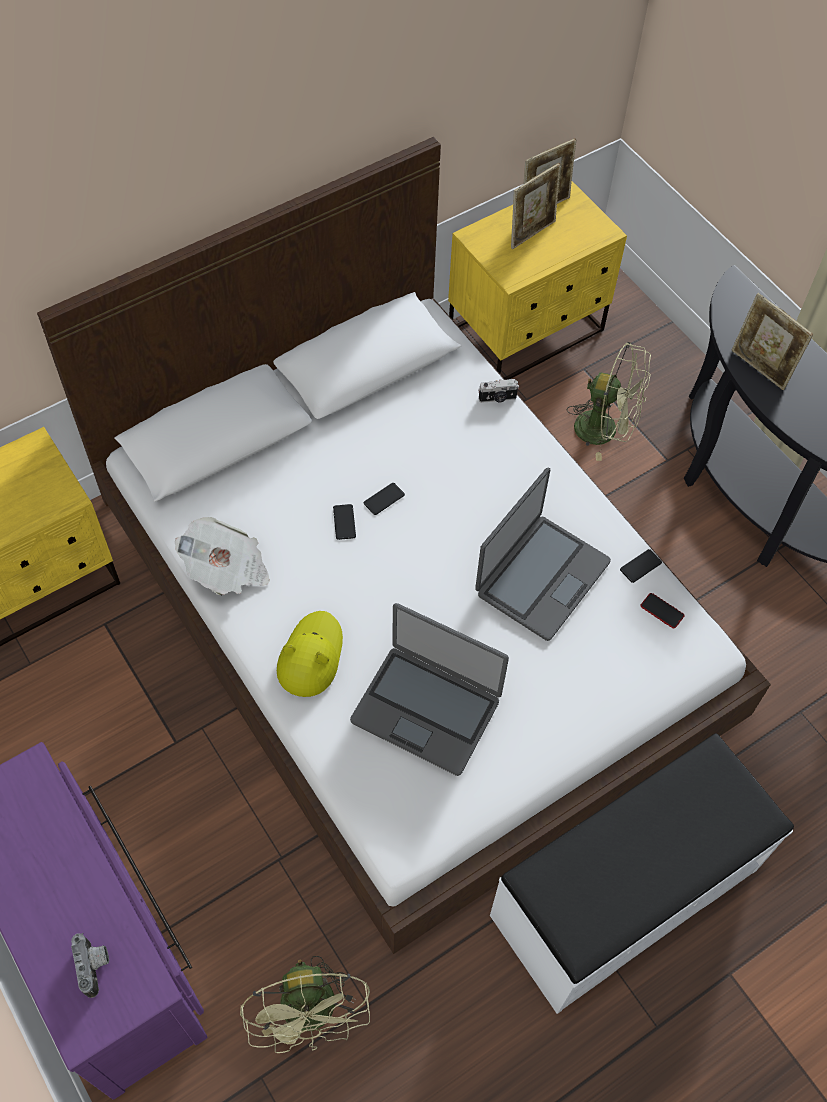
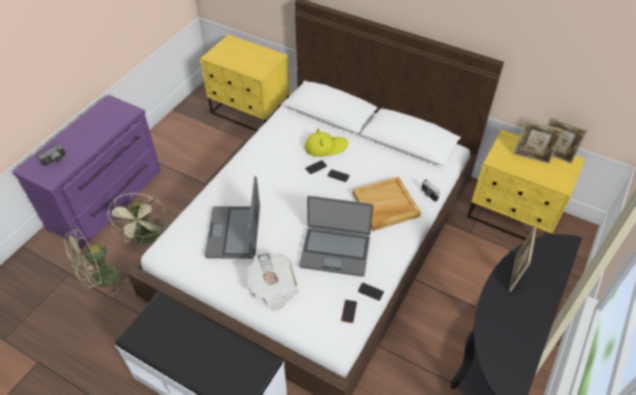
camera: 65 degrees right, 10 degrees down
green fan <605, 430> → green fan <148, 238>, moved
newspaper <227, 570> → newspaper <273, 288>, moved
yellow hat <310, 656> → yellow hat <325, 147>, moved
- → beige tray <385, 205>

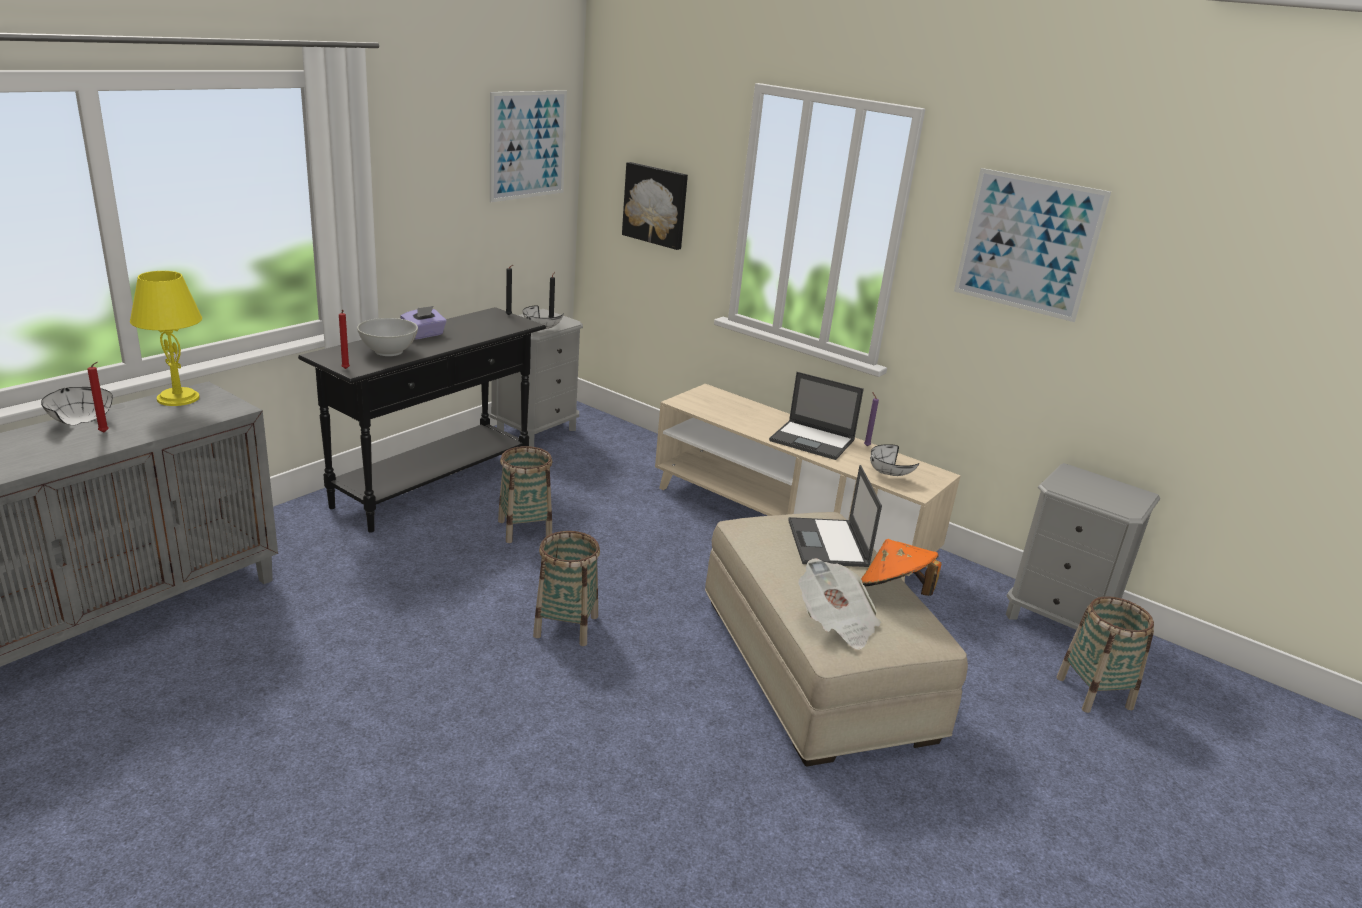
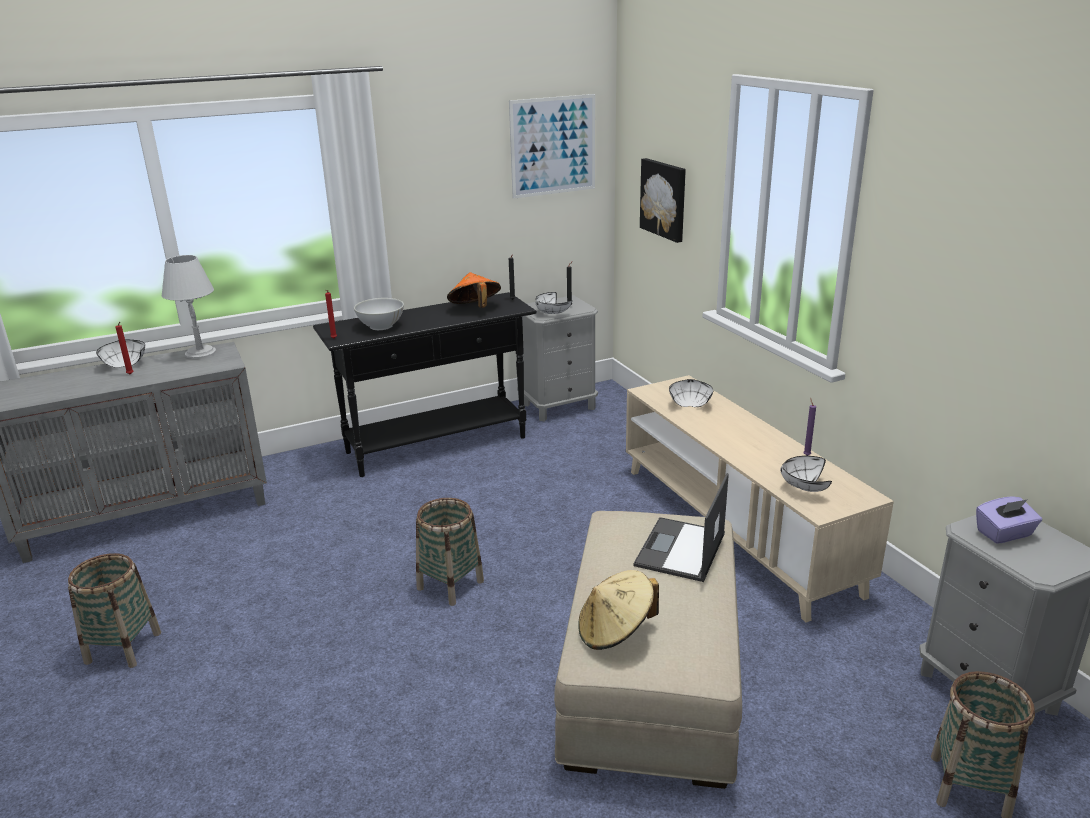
camera: 30 degrees right, 0 degrees up
basket <524, 529> → basket <123, 647>, moved
yellow table lamp <179, 398> → grey table lamp <201, 353>
orange hat <894, 591> → orange hat <475, 309>, moved
newspaper <836, 623> → beige hat <615, 631>
- → white bowl <689, 404>
purple tissue box <424, 335> → purple tissue box <1004, 534>, moved
laptop <813, 441> → -
picture <1028, 244> → -

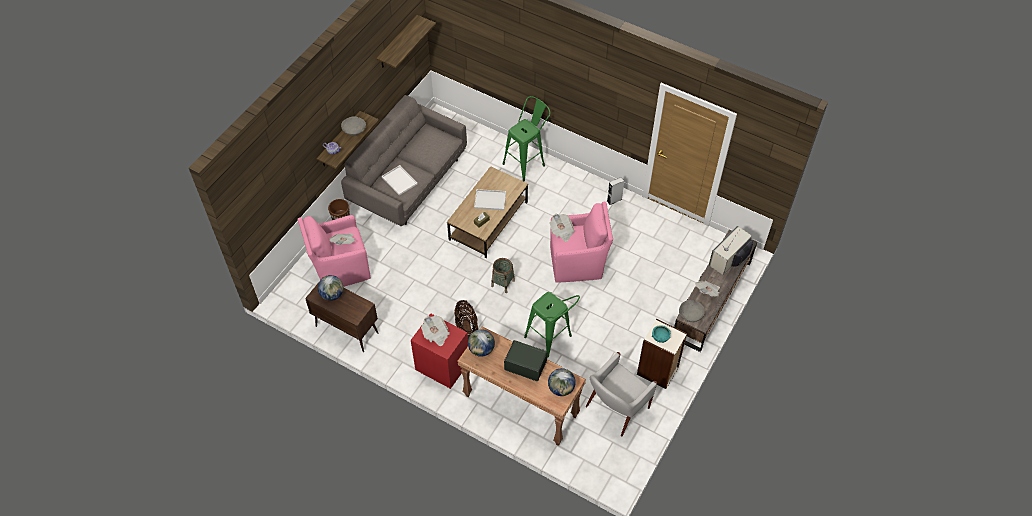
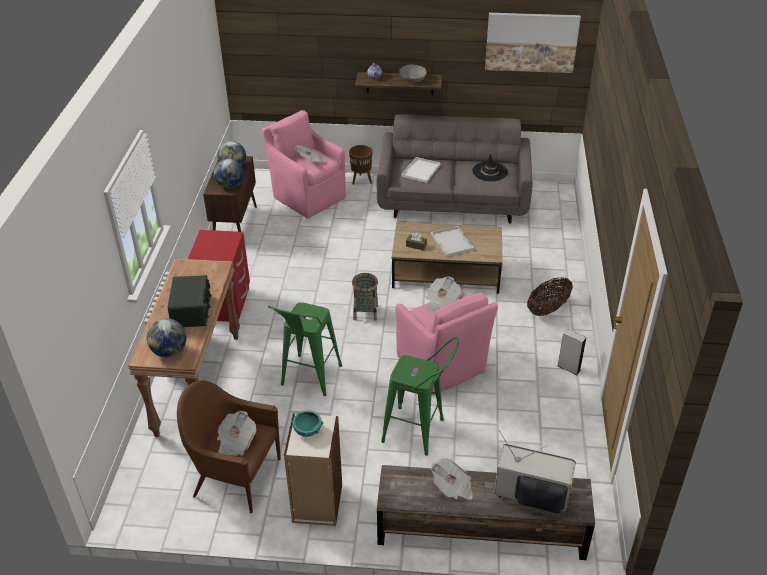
camera: 65 degrees right, 15 degrees down
white armchair <616, 408> → brown armchair <235, 476>
globe <481, 349> → globe <230, 186>, moved
newspaper <436, 334> → newspaper <236, 442>, moved
green stool <527, 162> → green stool <419, 433>, moved
- → black hat <490, 172>
shelf <397, 43> → picture <531, 42>
basket <466, 327> → basket <548, 309>, moved
grey bowl <690, 314> → -

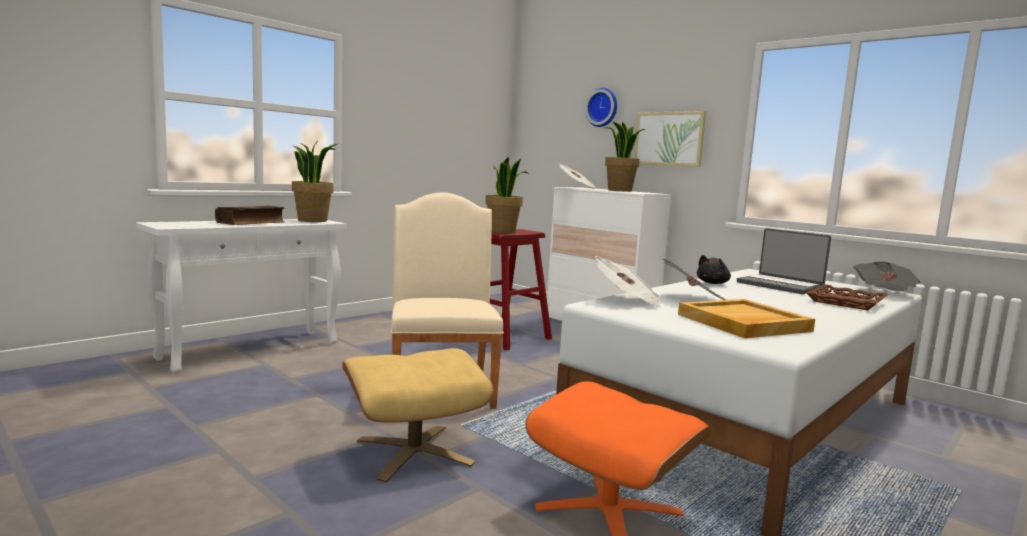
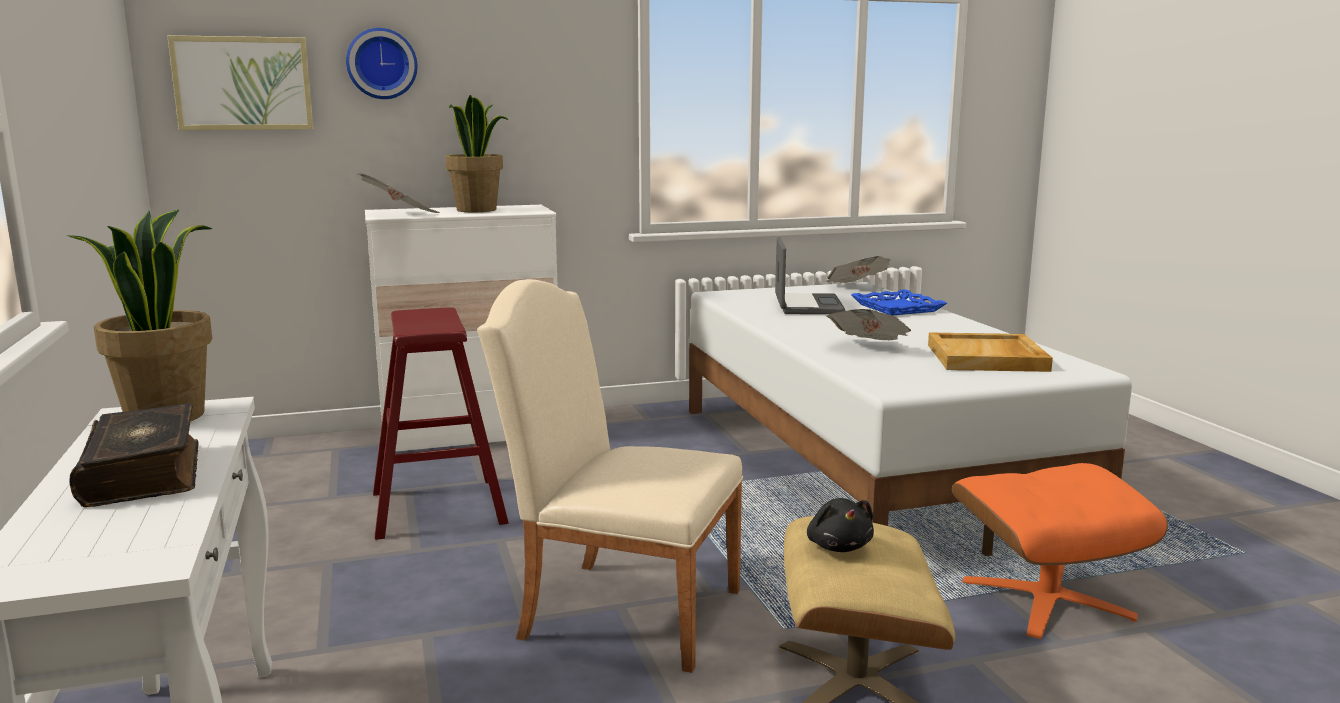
camera: 60 degrees left, 5 degrees up
picture <669, 139> → picture <243, 83>, moved
laptop <780, 285> → laptop <806, 306>, 75 degrees counterclockwise
black plush toy <713, 283> → black plush toy <838, 546>, moved
brown tray <845, 302> → blue tray <896, 308>
potted plant <503, 232> → -
newspaper <627, 301> → -

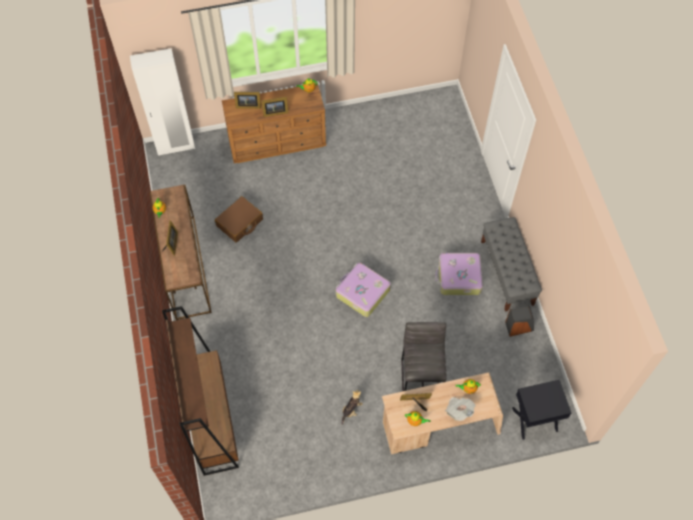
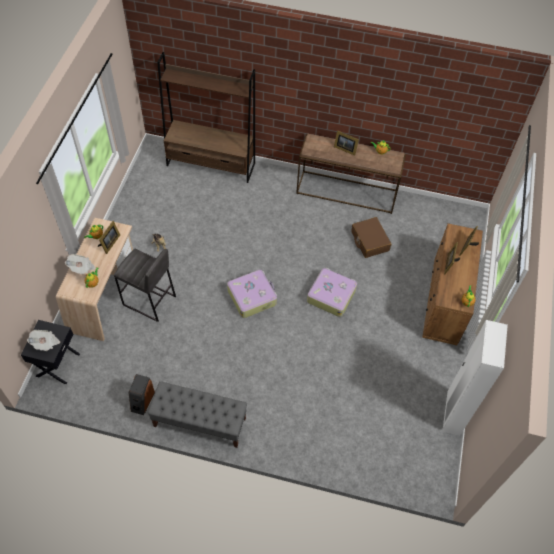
camera: 115 degrees right, 5 degrees down
- → newspaper <45, 343>
suitcase <458, 277> → suitcase <331, 295>, moved
white wardrobe <175, 146> → white wardrobe <452, 414>, moved

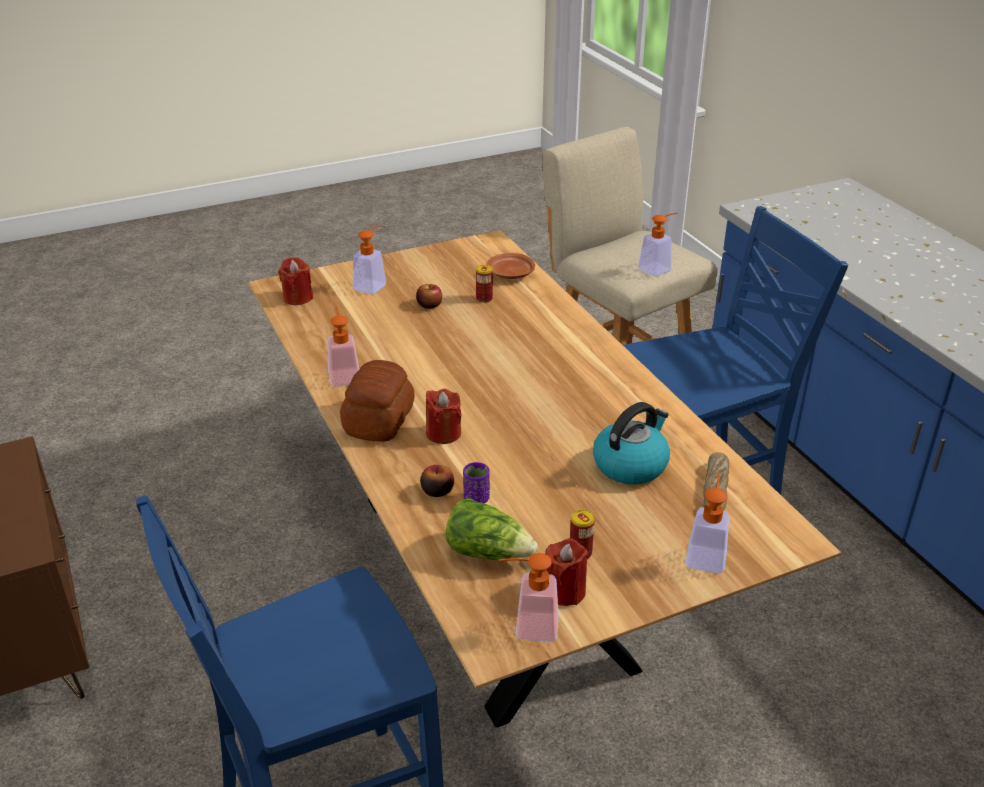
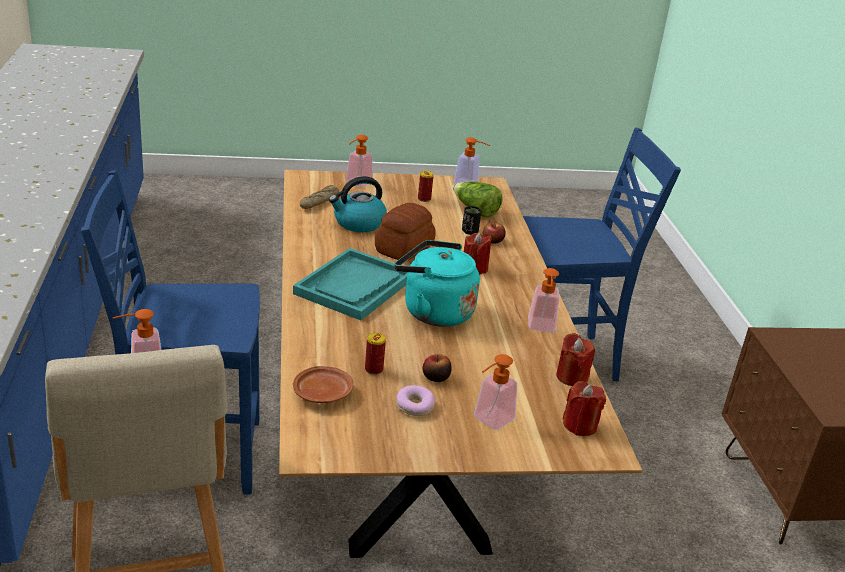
camera: 165 degrees left, 5 degrees down
- → turquoise tray <354, 286>
bread <380, 420> → bread <403, 248>, moved
- → turquoise kettle <433, 312>
- → donut <414, 406>
purple cup <476, 499> → black cup <470, 231>
red candle <564, 591> → red candle <572, 377>, moved

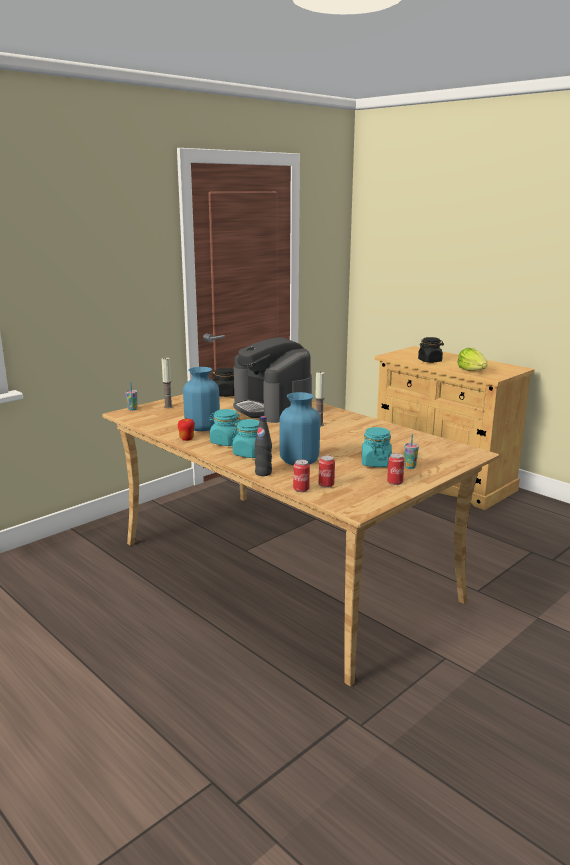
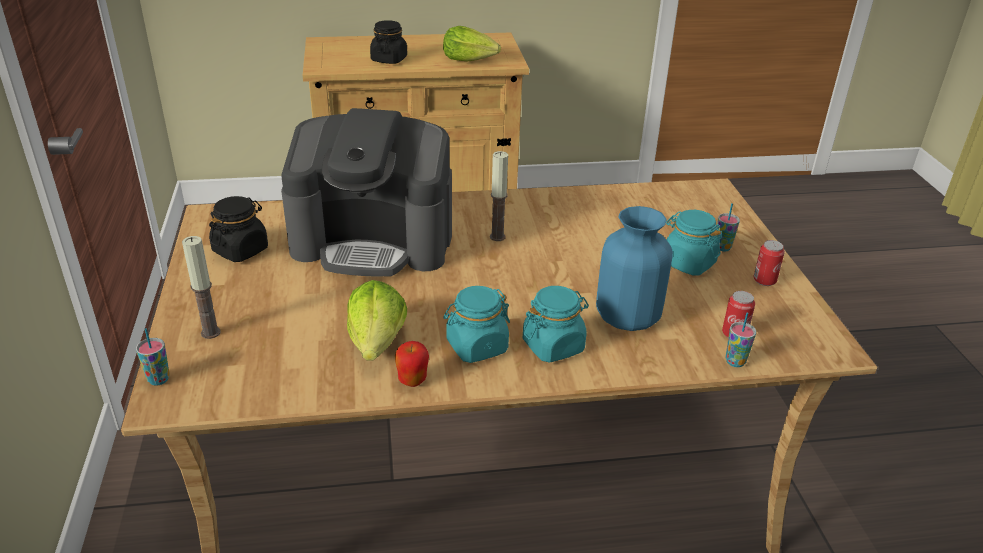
camera: 55 degrees left, 15 degrees up
blue vase <202, 428> → lettuce <377, 341>
can <301, 489> → cup <735, 362>
black bottle <263, 473> → -

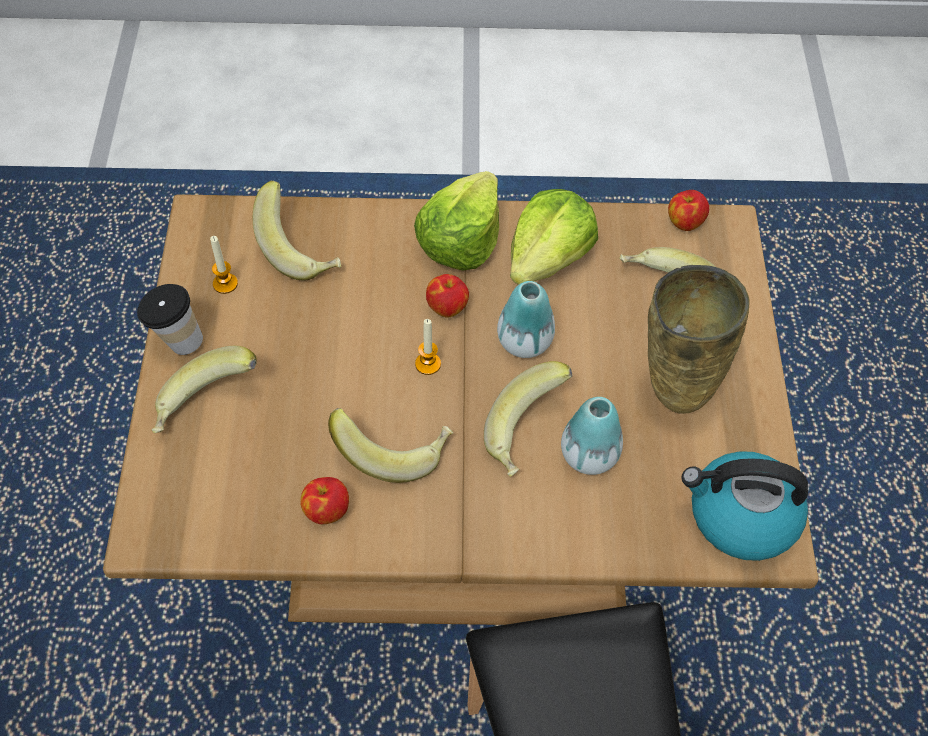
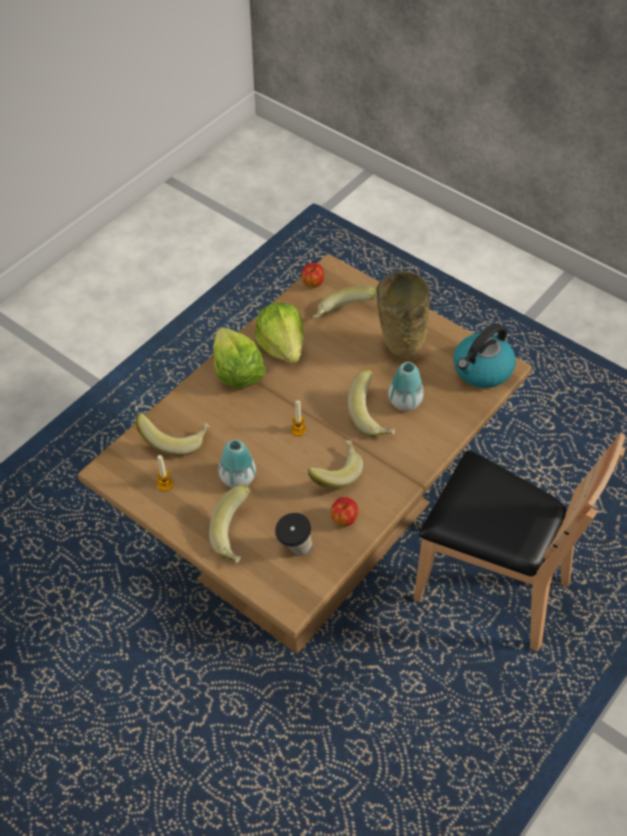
camera: 50 degrees left, 5 degrees down
vase <524, 342> → vase <237, 478>, moved
cup <177, 341> → cup <294, 550>, moved
apple <447, 307> → -

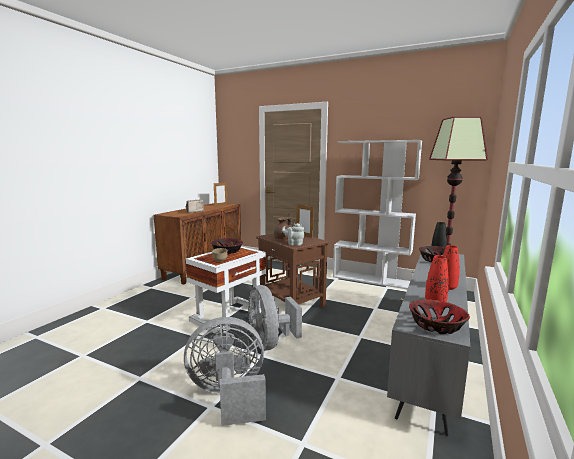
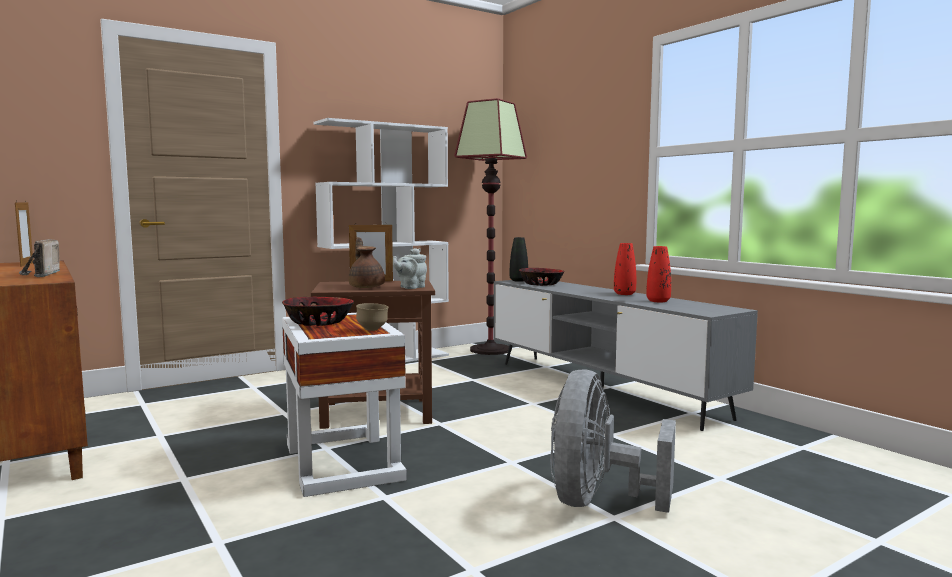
camera: 60 degrees left, 5 degrees down
grey fan <270, 343> → -
bowl <436, 326> → -

